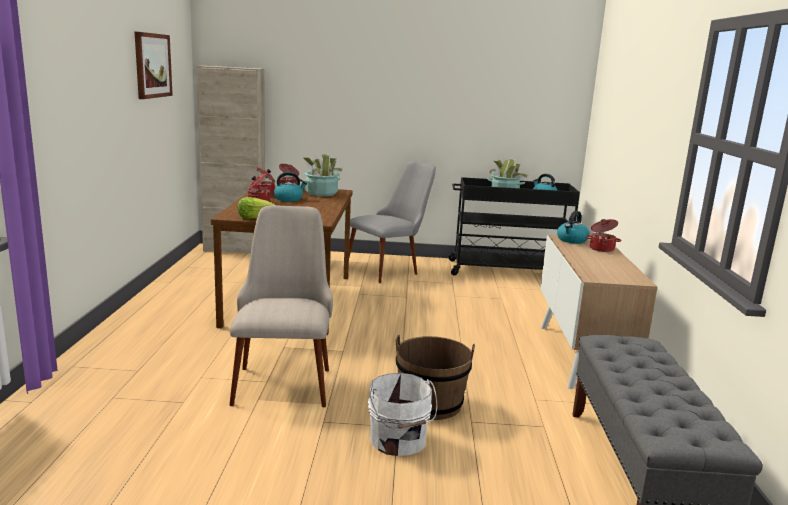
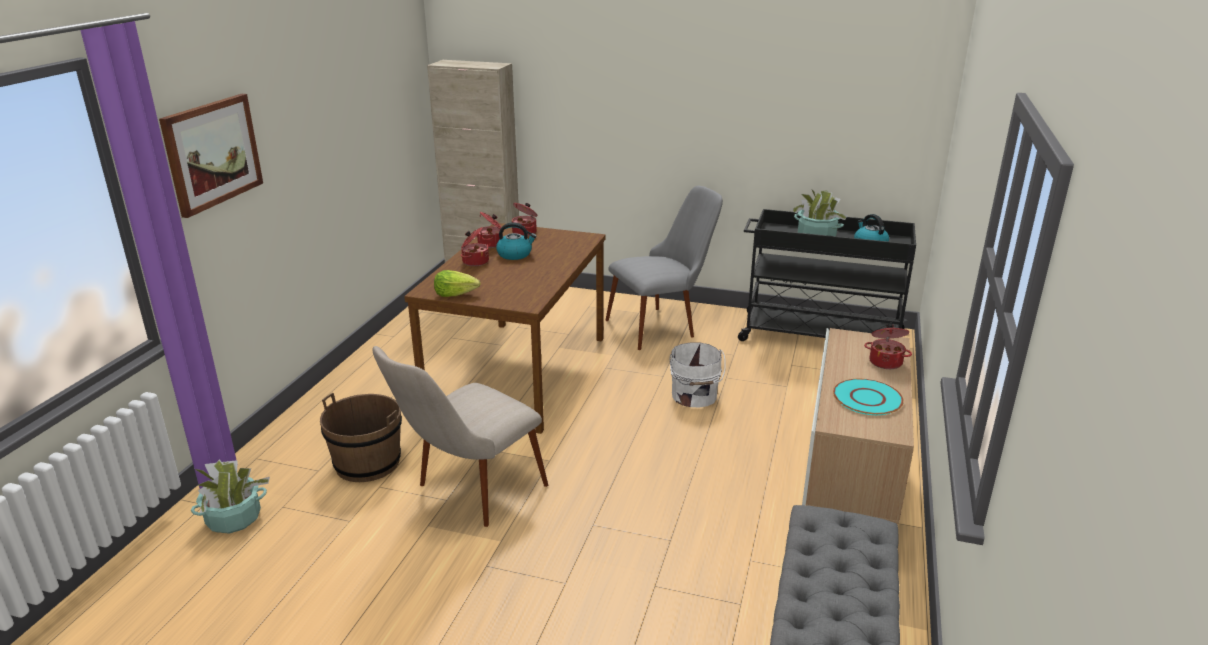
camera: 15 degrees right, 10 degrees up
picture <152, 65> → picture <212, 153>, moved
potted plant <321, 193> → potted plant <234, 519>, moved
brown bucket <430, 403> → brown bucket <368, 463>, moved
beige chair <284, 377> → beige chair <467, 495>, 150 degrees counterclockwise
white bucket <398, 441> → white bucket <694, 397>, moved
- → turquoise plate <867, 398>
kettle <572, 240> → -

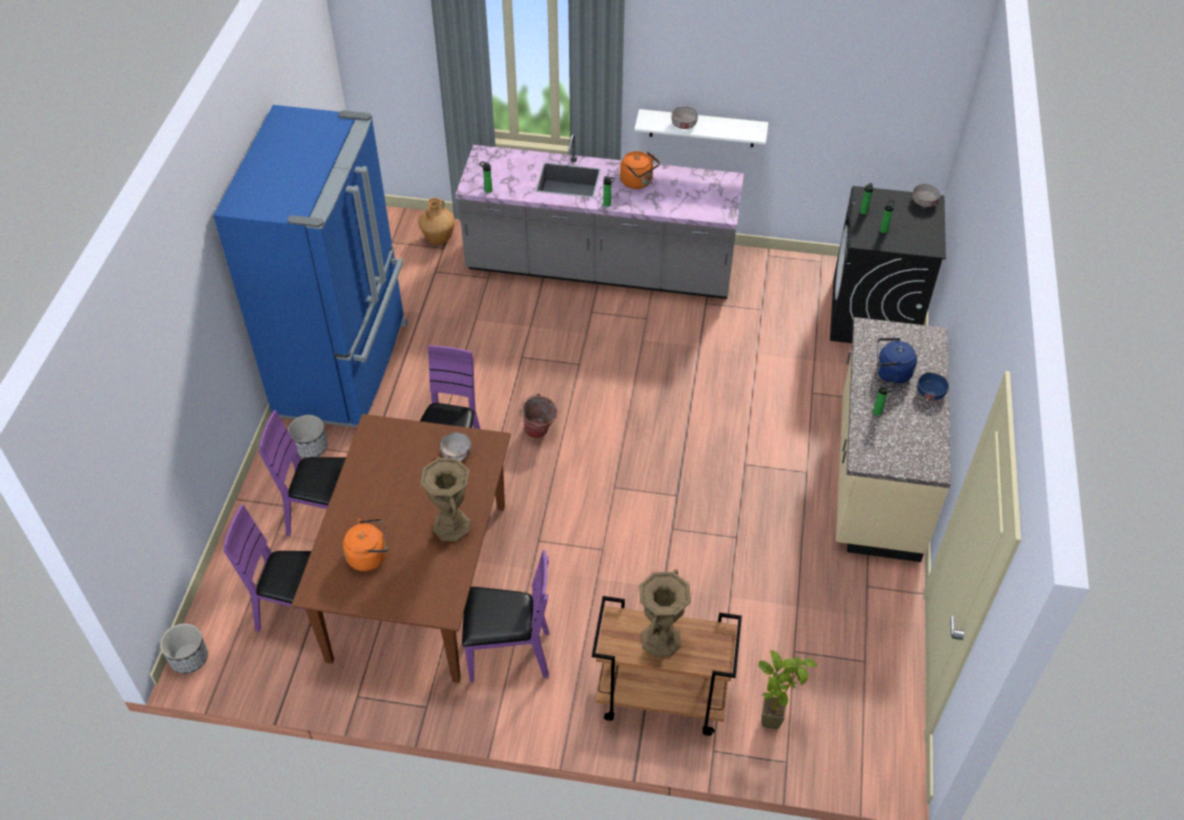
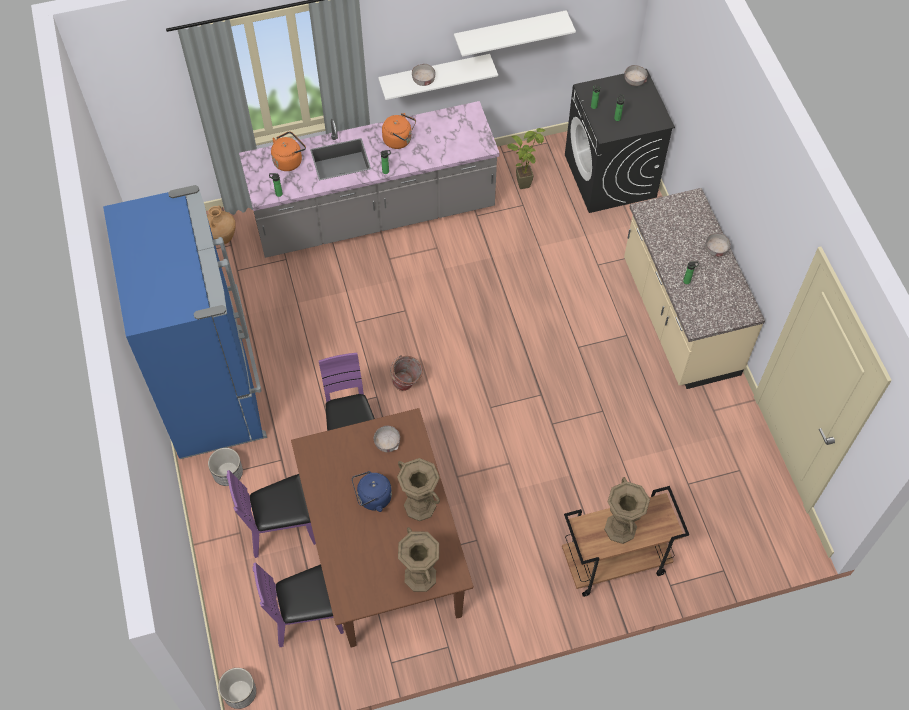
camera: 25 degrees left, 10 degrees up
orange kettle <370, 556> → orange kettle <289, 160>, moved
blue kettle <890, 373> → blue kettle <372, 498>, moved
- → brown vase <420, 576>
- → white shelf <509, 32>
potted plant <774, 714> → potted plant <524, 180>, moved
blue bowl <930, 393> → grey bowl <716, 249>
purple chair <508, 654> → -

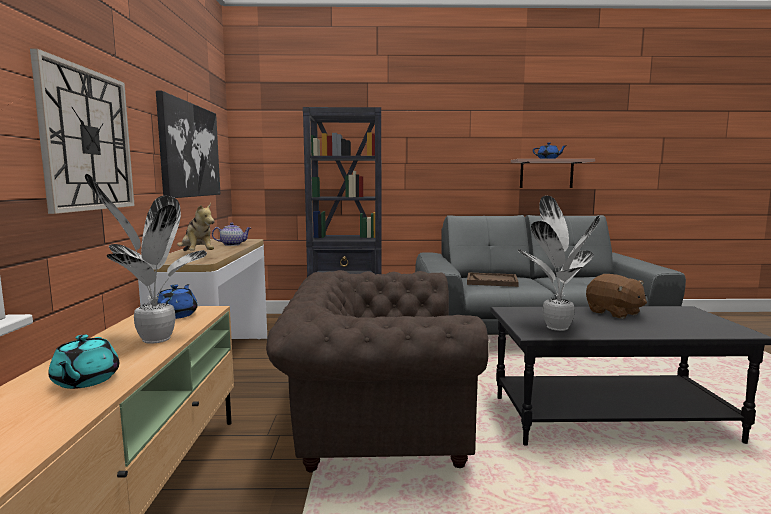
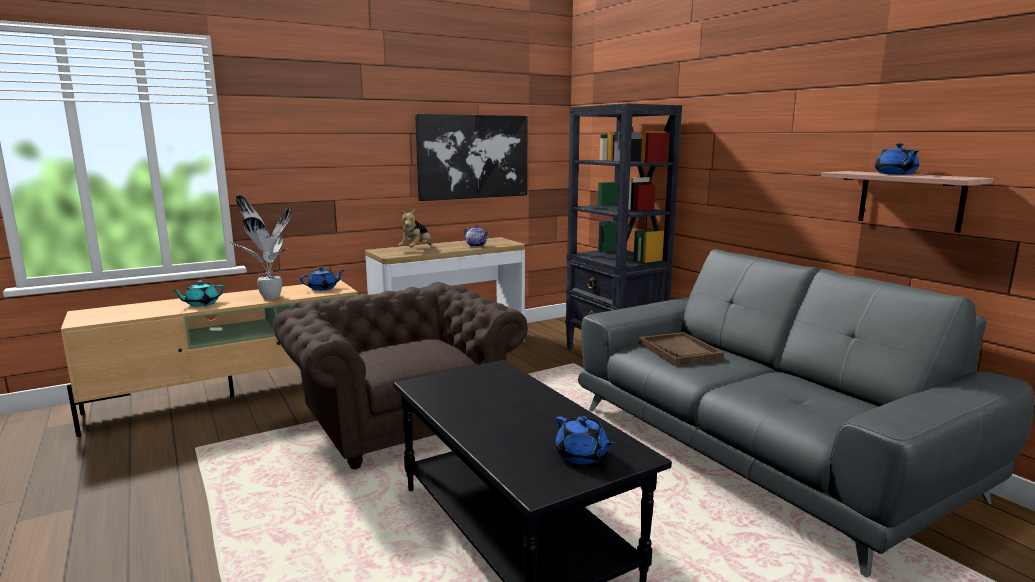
camera: 60 degrees right, 5 degrees up
- → blue teapot <582, 456>
wall clock <87, 140> → -
potted plant <556, 327> → -
brown plush toy <614, 313> → -

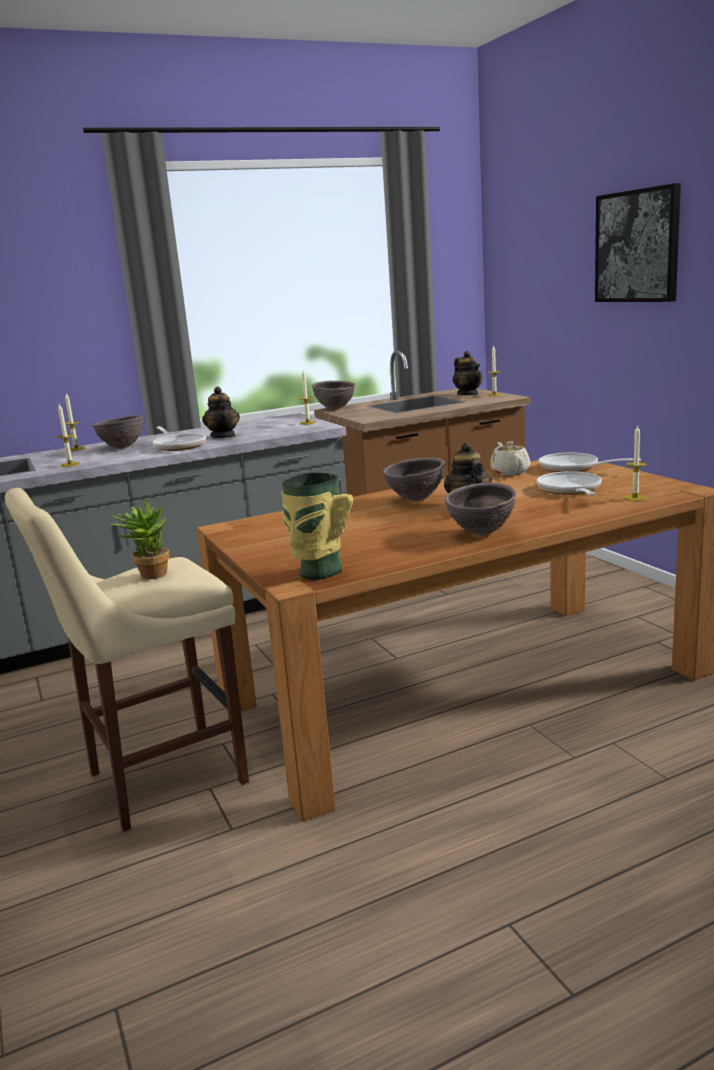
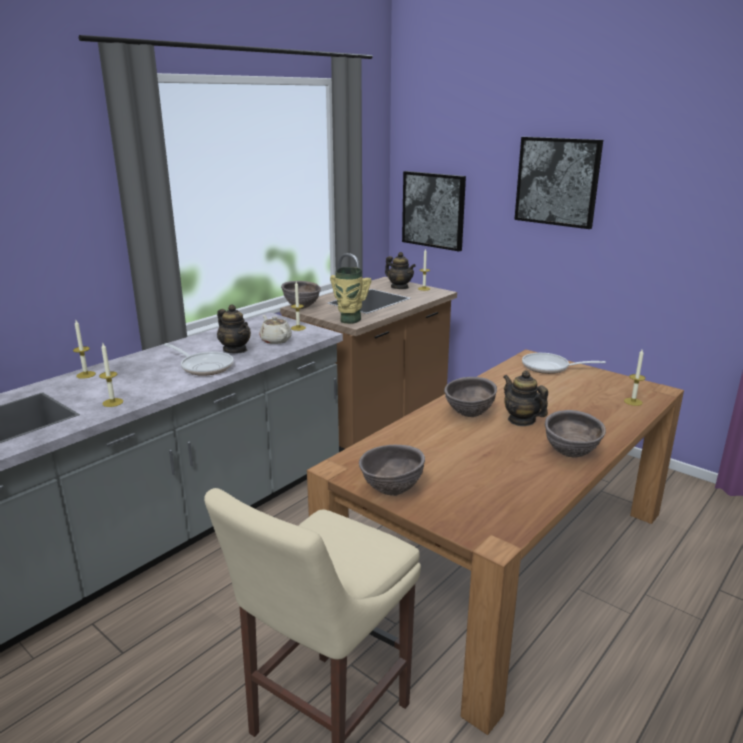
camera: 25 degrees left, 5 degrees up
beige teapot <509, 472> → beige teapot <275, 340>, moved
vase <318, 572> → vase <349, 320>, moved
brown bowl <122, 448> → brown bowl <391, 491>, moved
- → picture <433, 210>
potted plant <149, 574> → -
frying pan <570, 490> → -

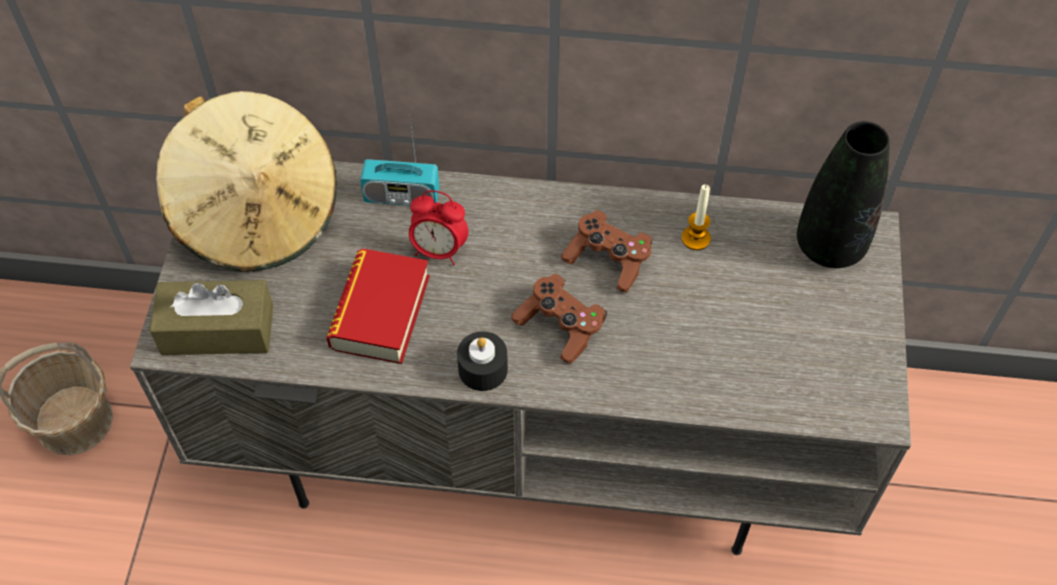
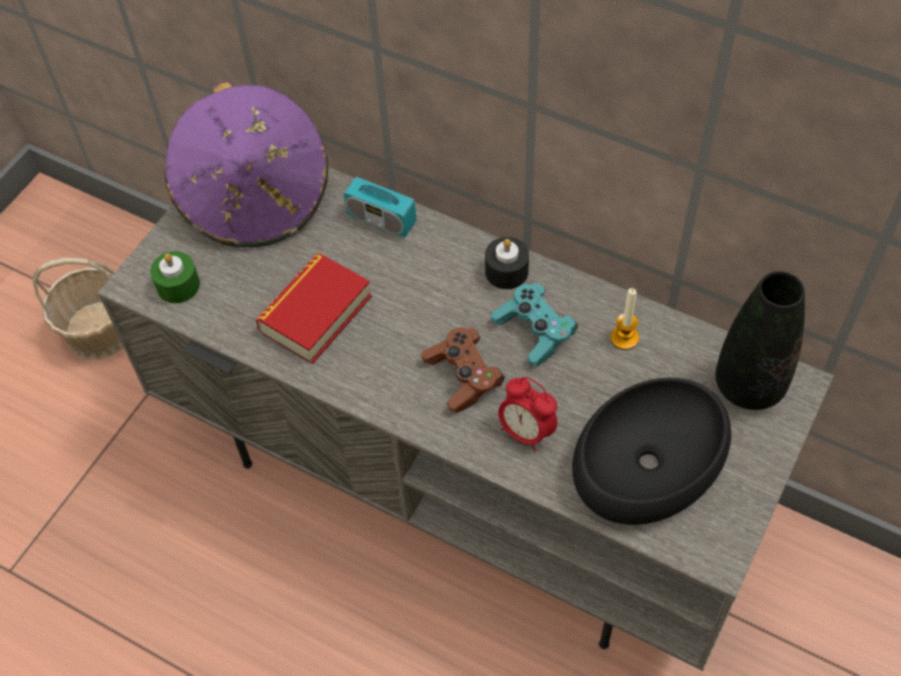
camera: 25 degrees right, 0 degrees up
brown tissue box <217, 330> → green candle <178, 285>
beige hat <258, 215> → purple hat <255, 198>
black candle <483, 369> → black candle <506, 271>, moved
brown game controller <608, 260> → turquoise game controller <534, 331>
alarm clock <439, 250> → alarm clock <526, 432>, moved
- → black bowl <648, 461>

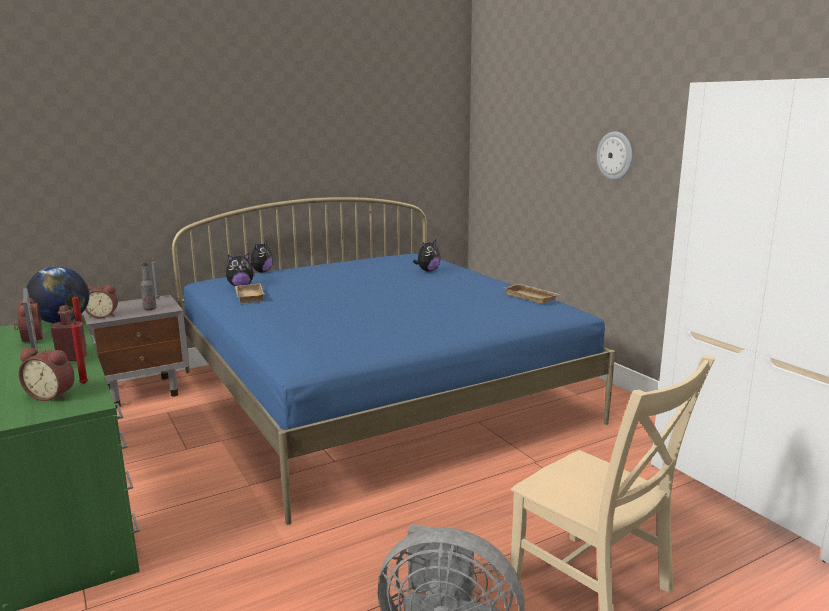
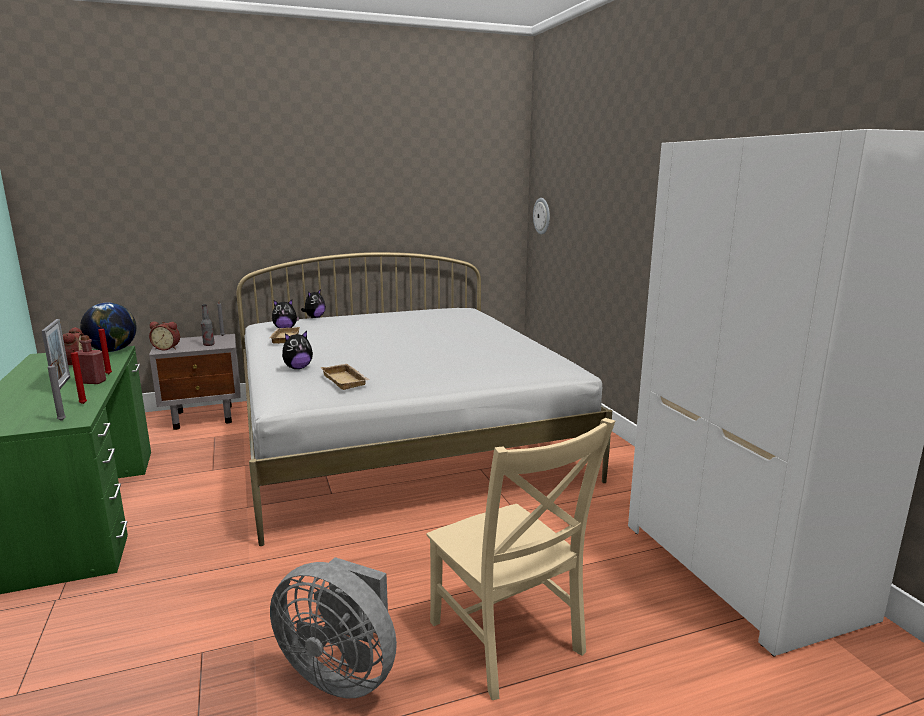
camera: 10 degrees right, 0 degrees up
- → grey candle <63, 420>
blue bed <377, 395> → white bed <401, 437>
plush toy <427, 271> → plush toy <298, 368>, moved
beige tray <532, 297> → beige tray <346, 380>, moved
wall clock <615, 155> → wall clock <542, 216>, moved
alarm clock <52, 395> → -

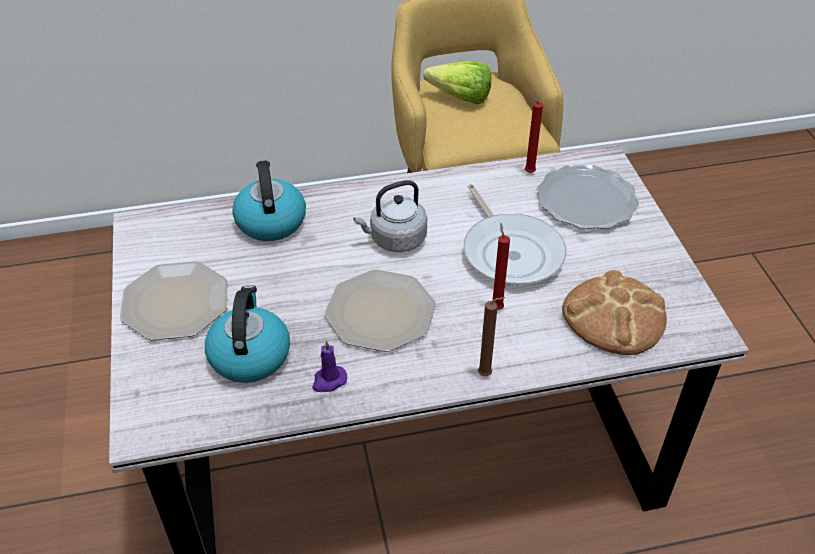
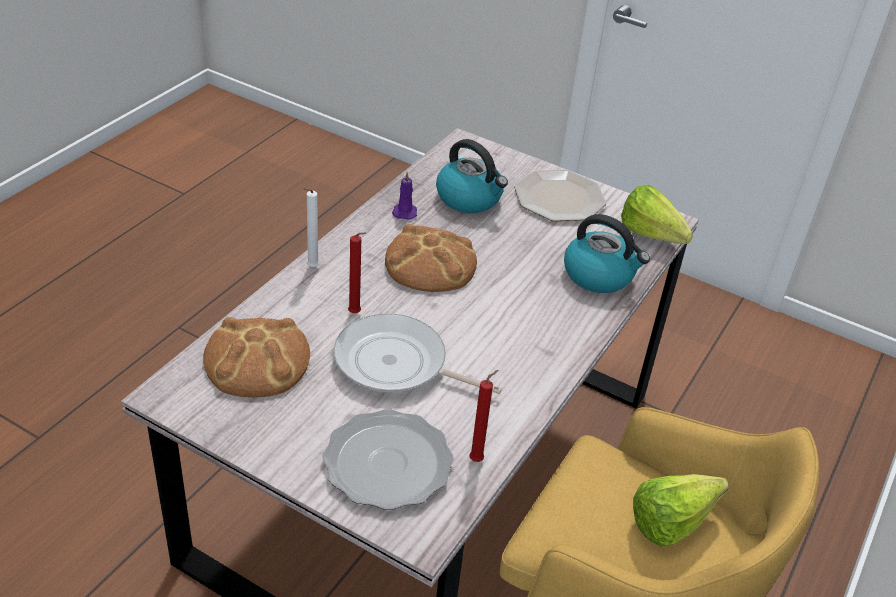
camera: 130 degrees right, 5 degrees down
brown candle <487, 375> → white candle <311, 268>
plate <380, 313> → bread <430, 263>
- → lettuce <654, 239>
grey kettle <395, 240> → -

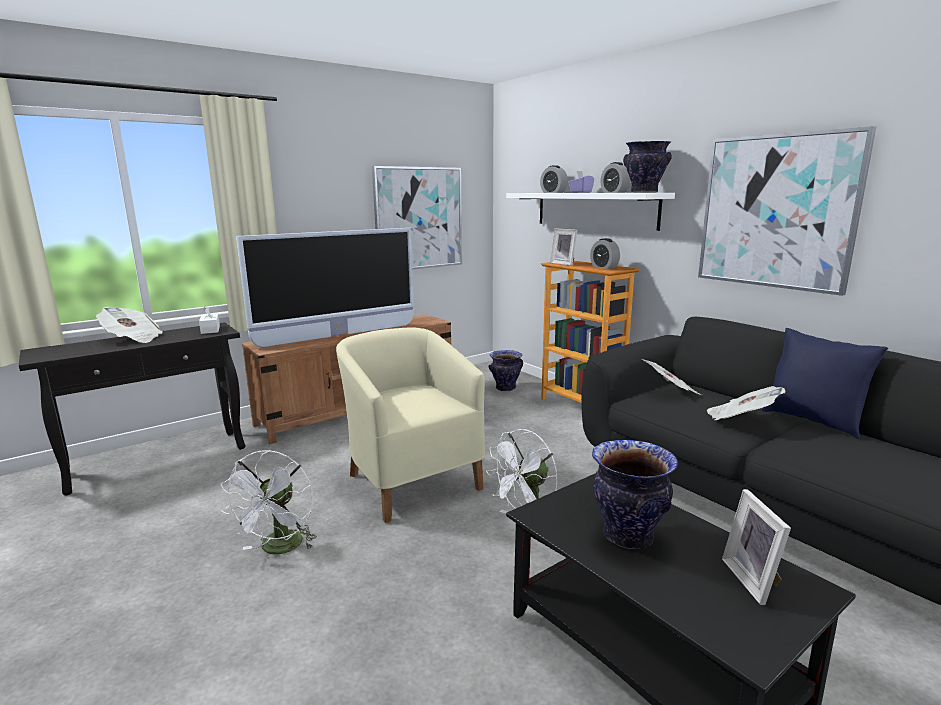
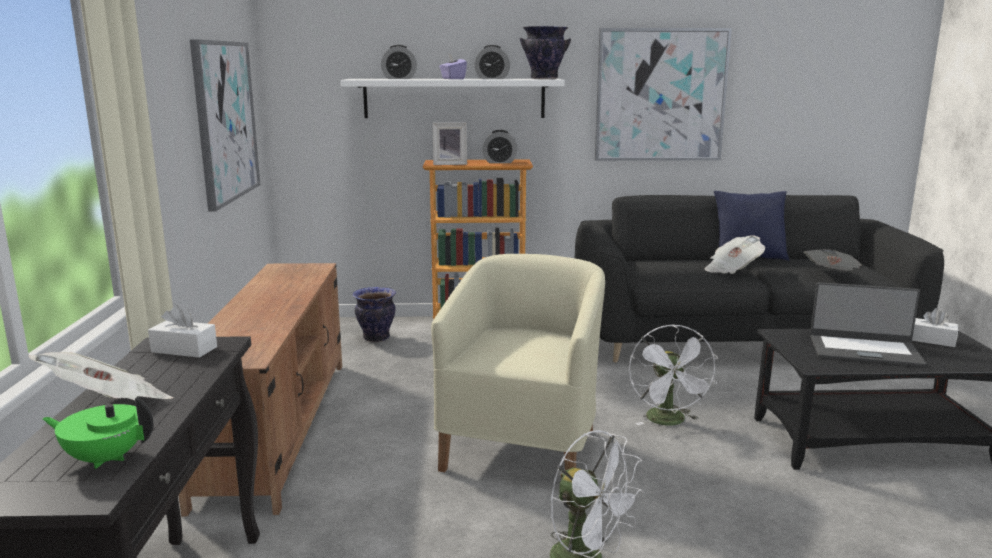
camera: 55 degrees left, 0 degrees up
- → green teapot <105, 458>
beige armchair <411, 481> → beige armchair <524, 448>, 105 degrees clockwise
newspaper <670, 391> → newspaper <831, 275>, moved
vase <629, 536> → laptop <864, 351>
picture frame <754, 580> → white tissue box <931, 340>
television <338, 335> → -

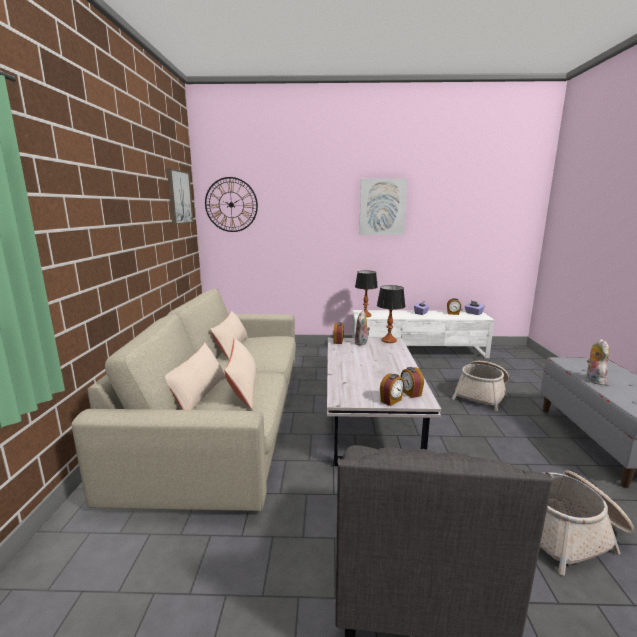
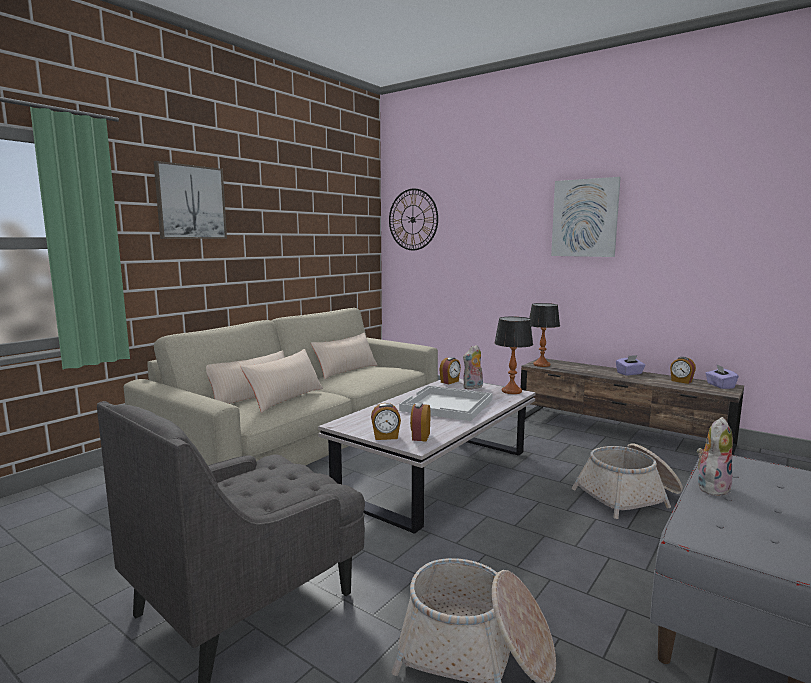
camera: 35 degrees right, 5 degrees down
picture <179, 197> → picture <191, 202>, moved
- → white tray <447, 405>
white tv stand <418, 351> → brown tv stand <621, 431>

